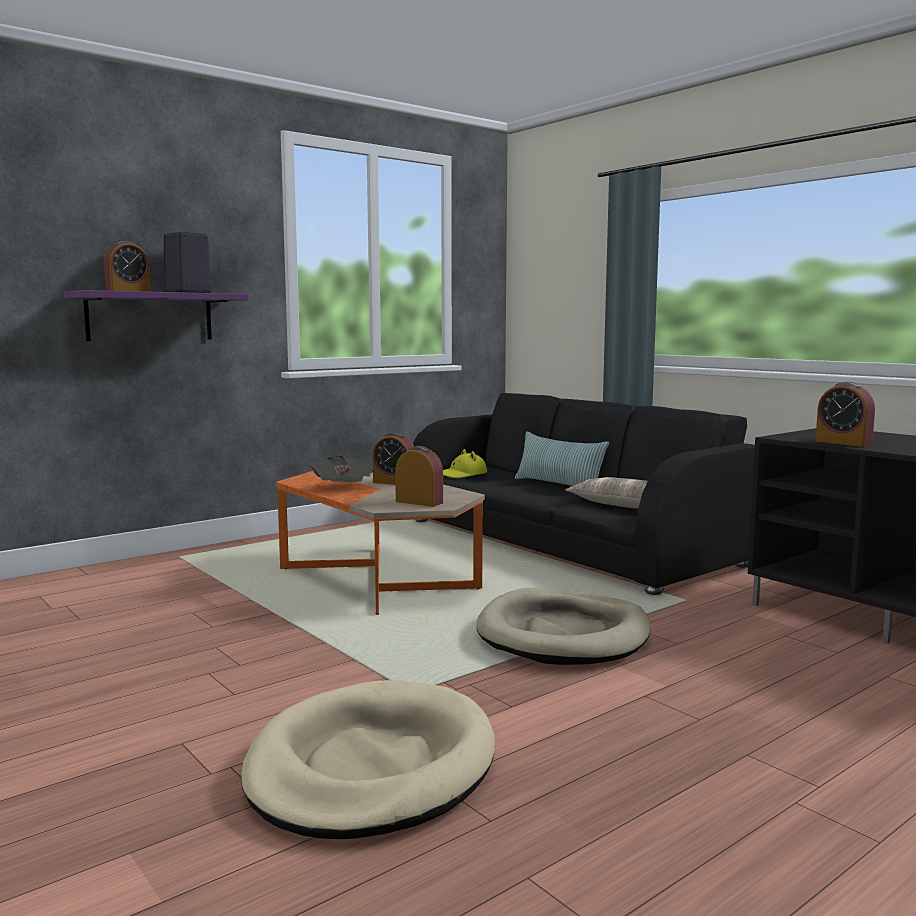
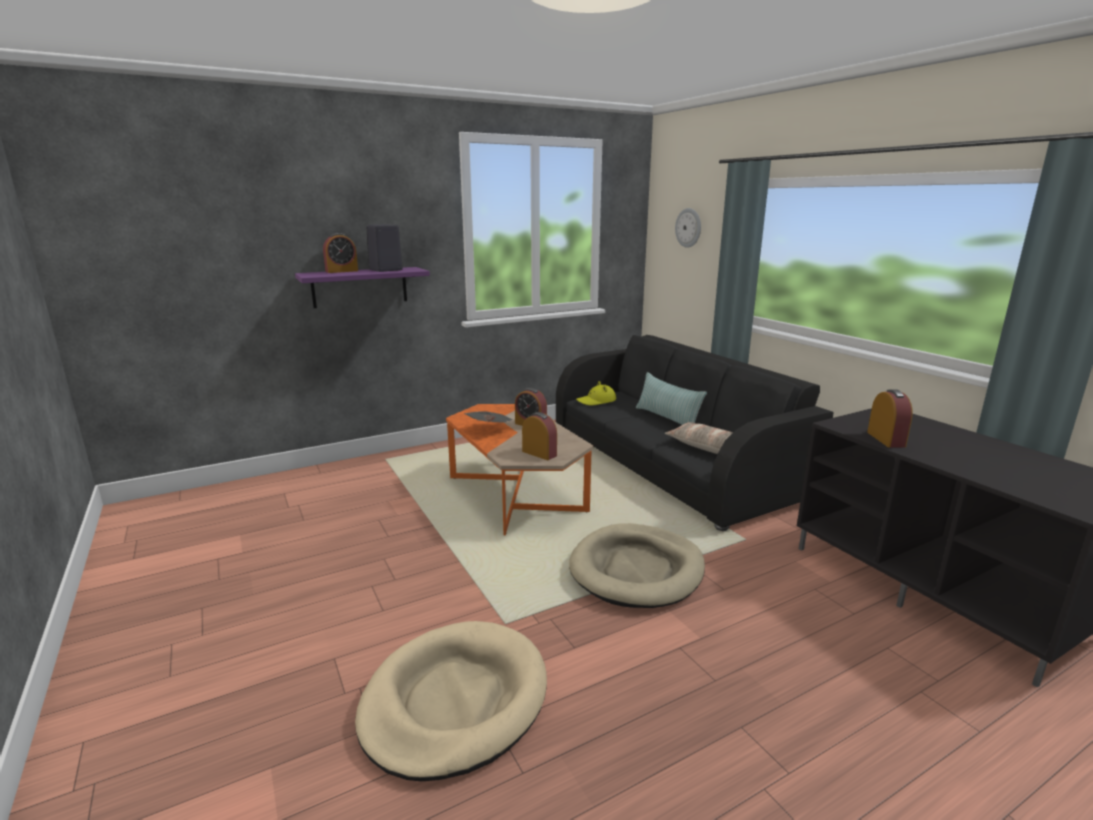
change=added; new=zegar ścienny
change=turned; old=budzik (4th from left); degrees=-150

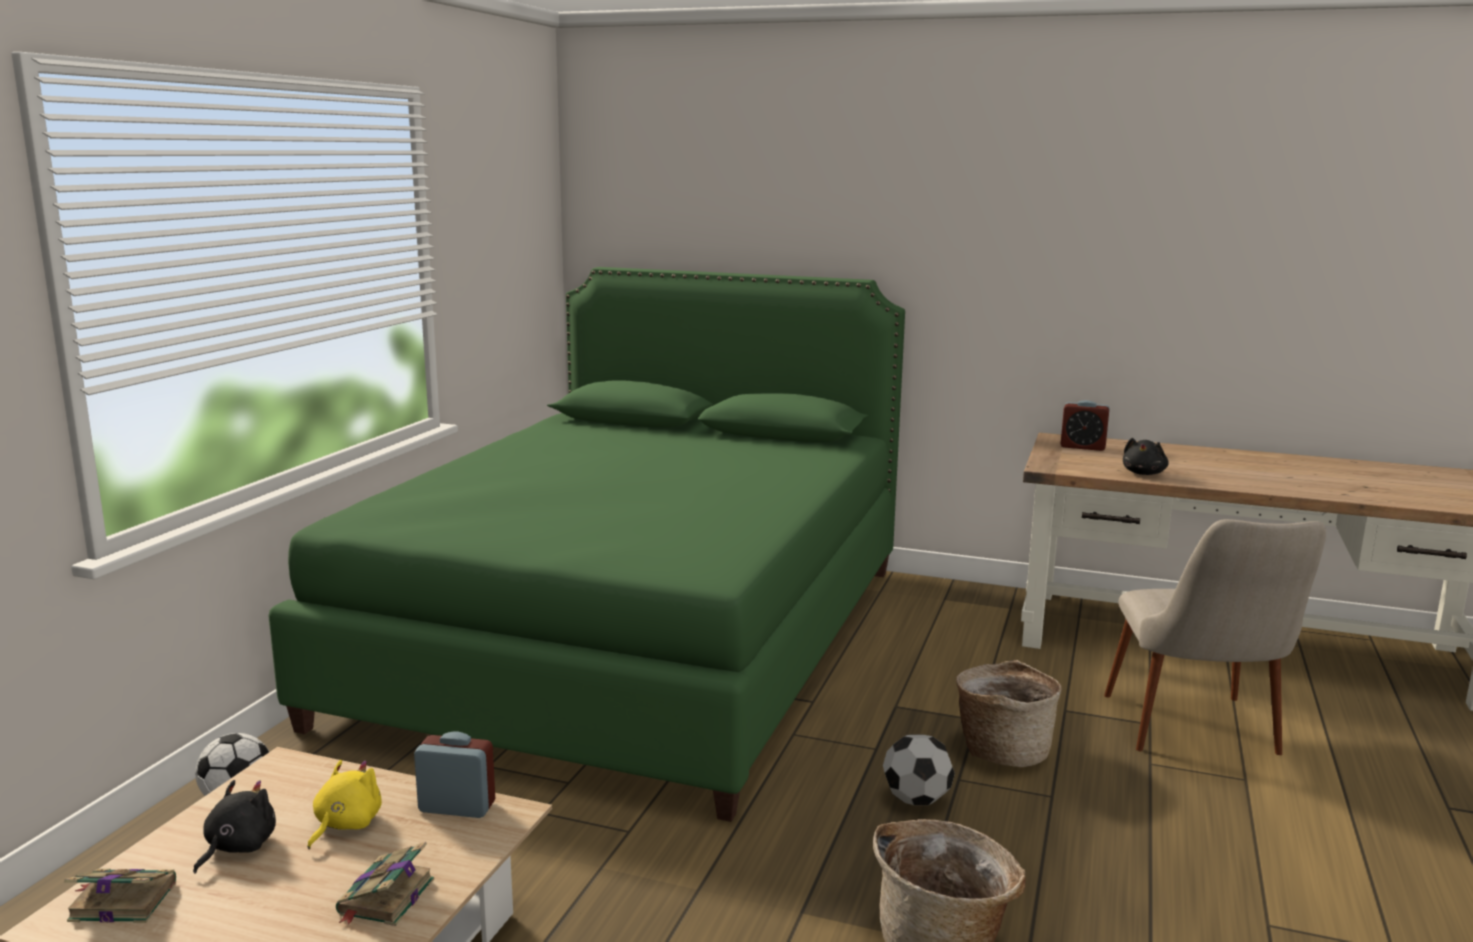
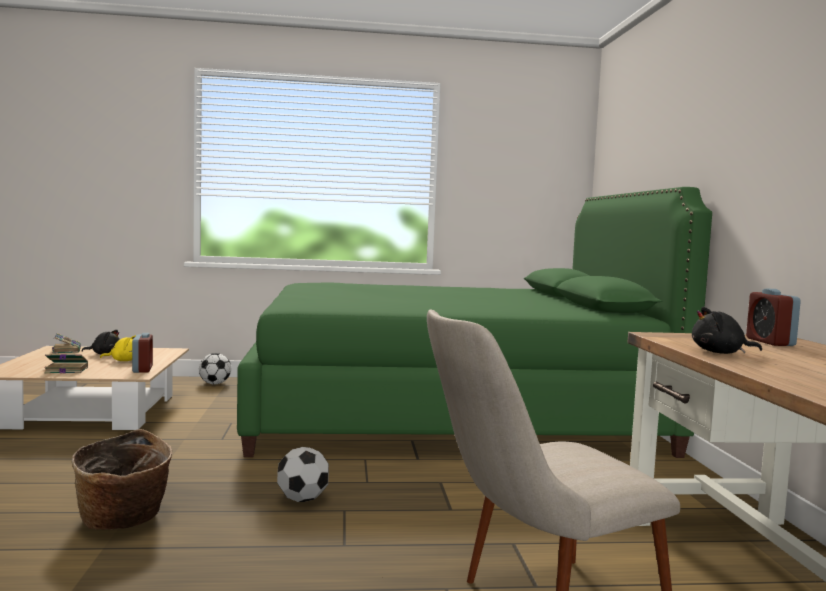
change=removed; old=koszyk (2nd from left)

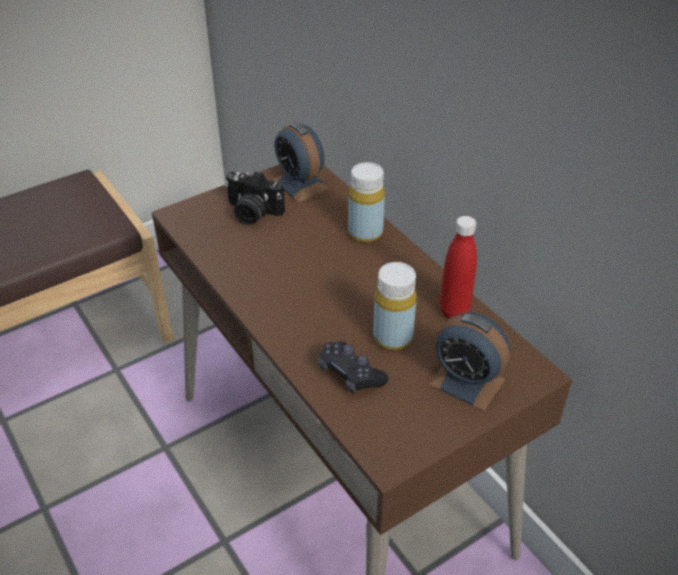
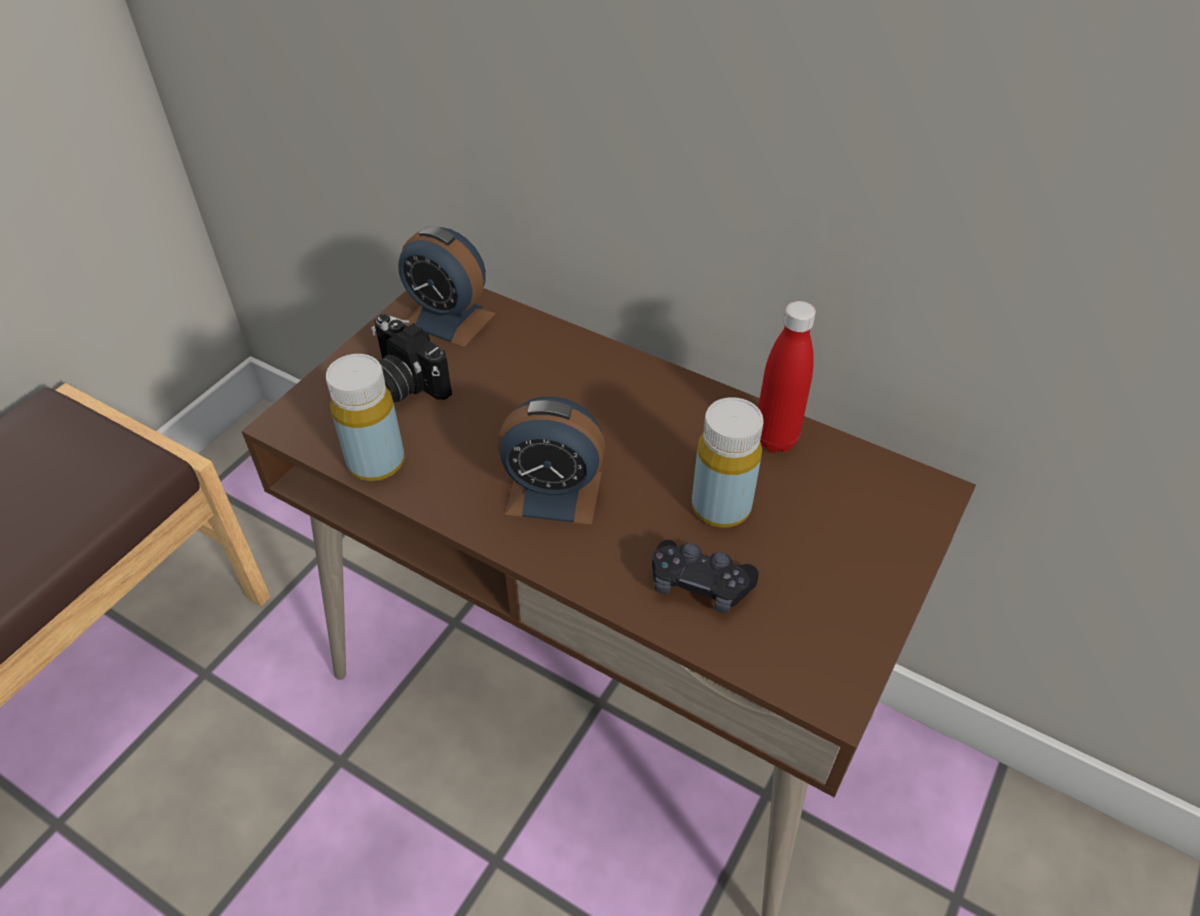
change=moved; old=butelka (żółty) (1st from left)
change=turned; old=aparat fotograficzny; degrees=45
change=moved; old=budzik (2nd from left)

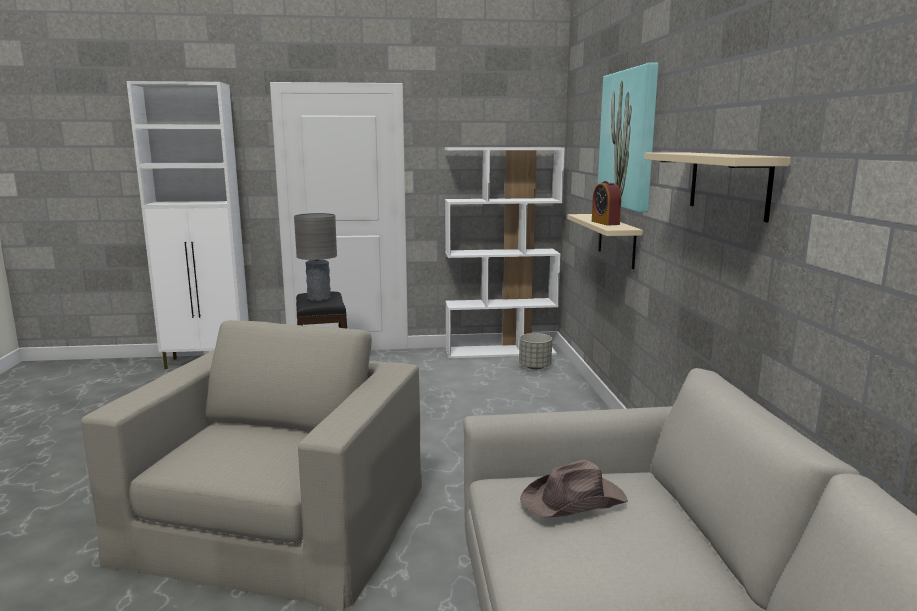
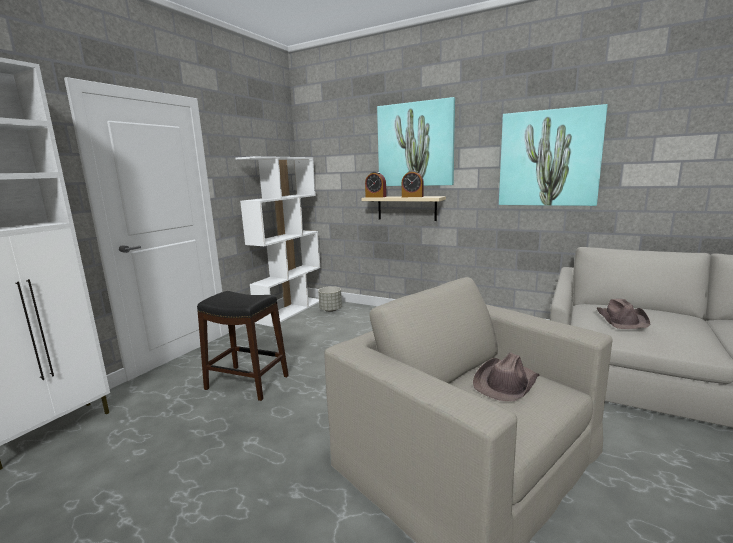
change=added; new=budzik (1st from left)
change=added; new=kapelusz (brązowy) (1st from left)
change=replaced; old=półka (beżowy) (2nd from left); new=obraz (2nd from left)
change=removed; old=lampa stołowa (szary)

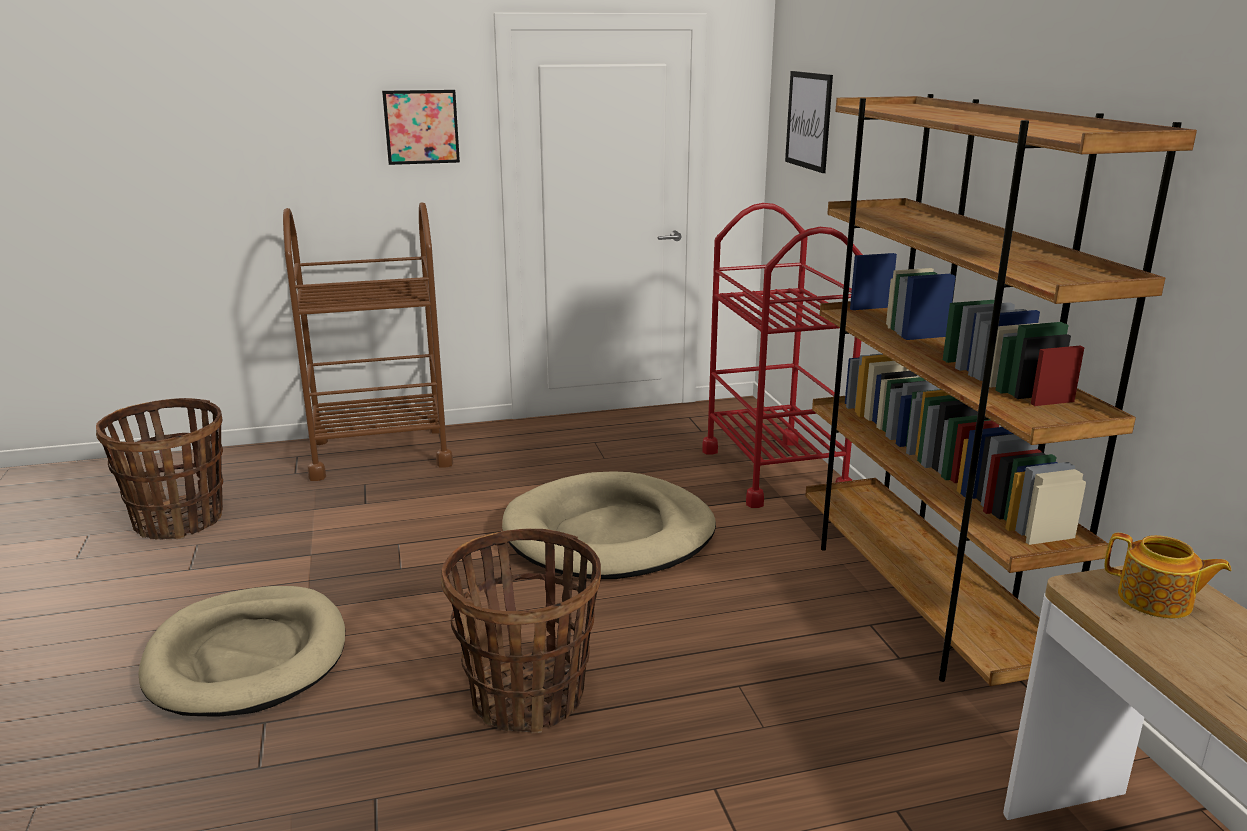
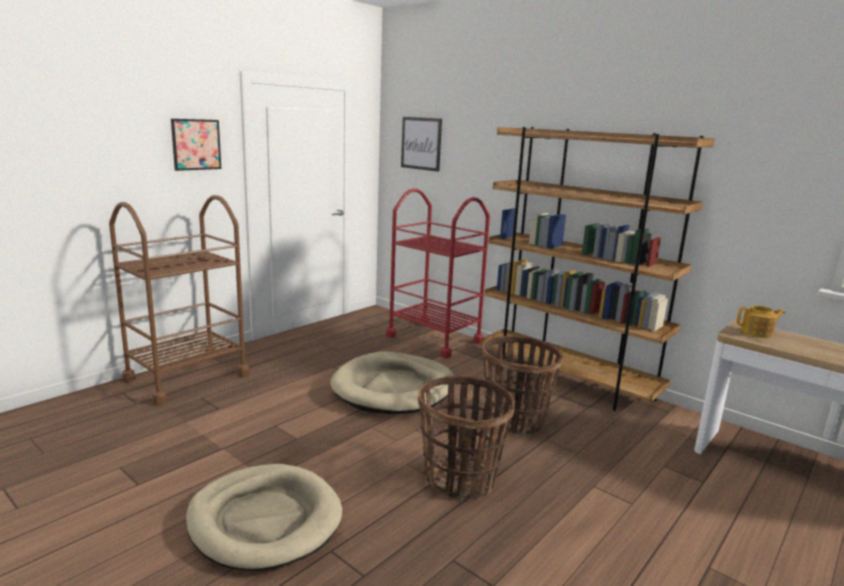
change=moved; old=koszyk (1st from left in the first image); new=koszyk (2nd from left)

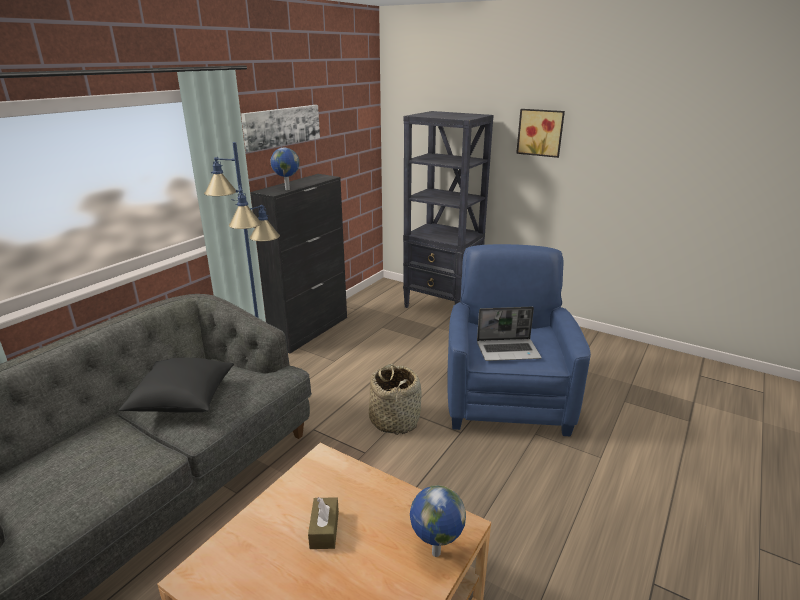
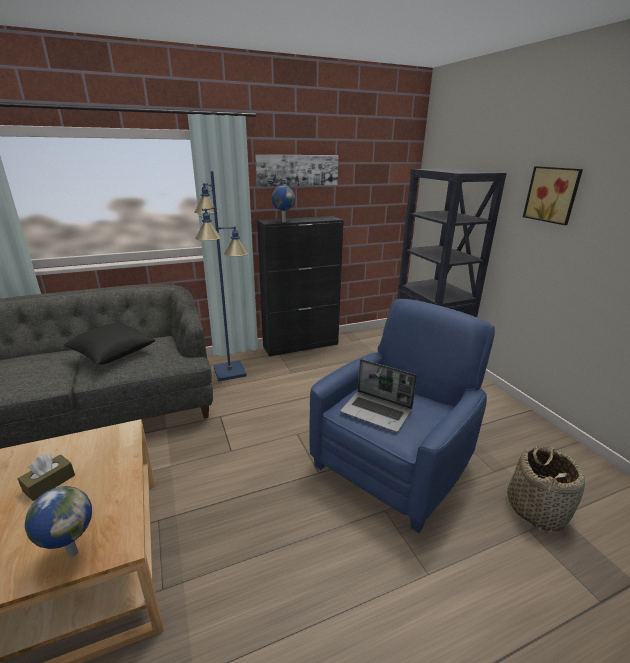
change=moved; old=koszyk

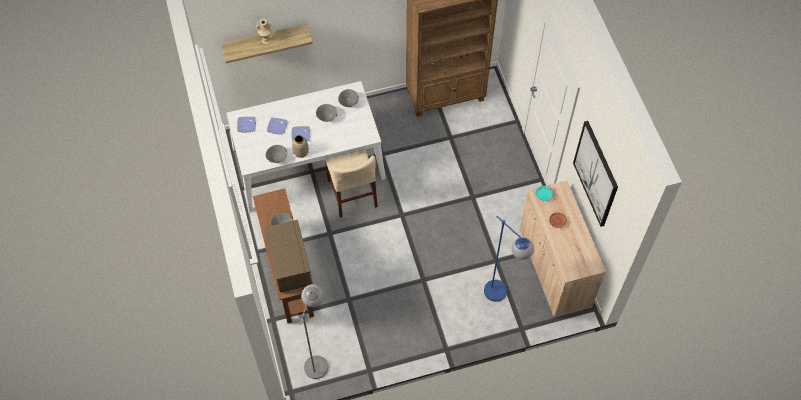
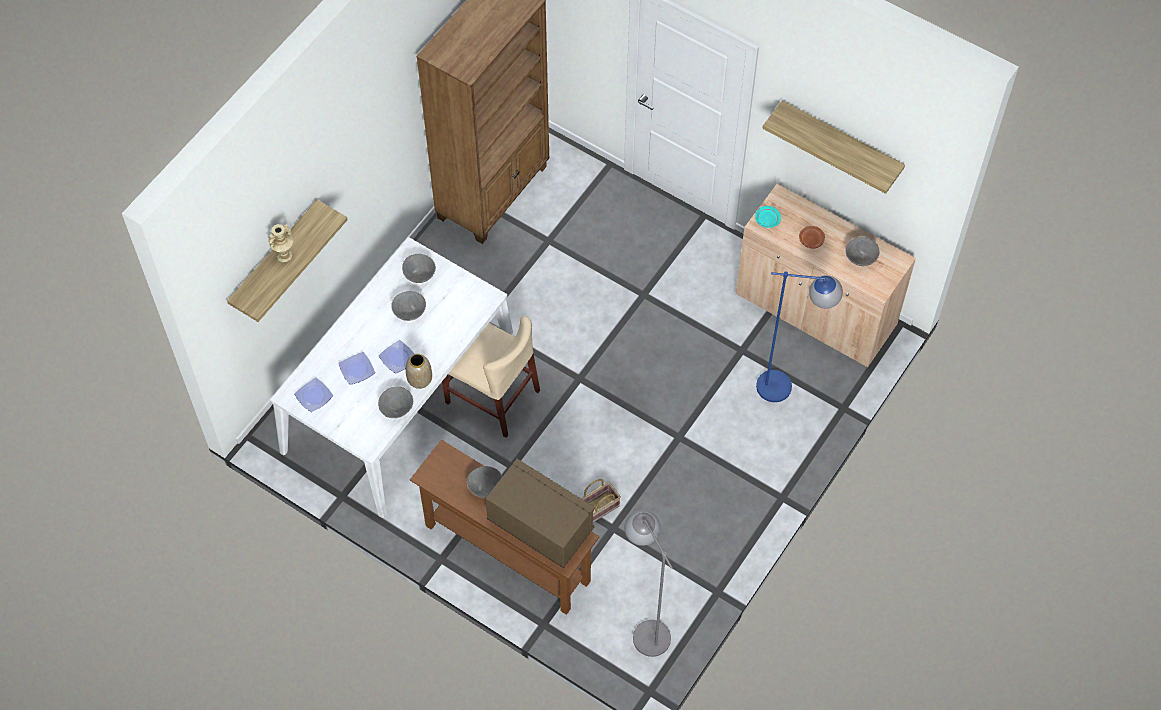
change=added; new=koszyk
change=replaced; old=obraz; new=półka (2nd from left)
change=added; new=miska (szary) (5th from left)

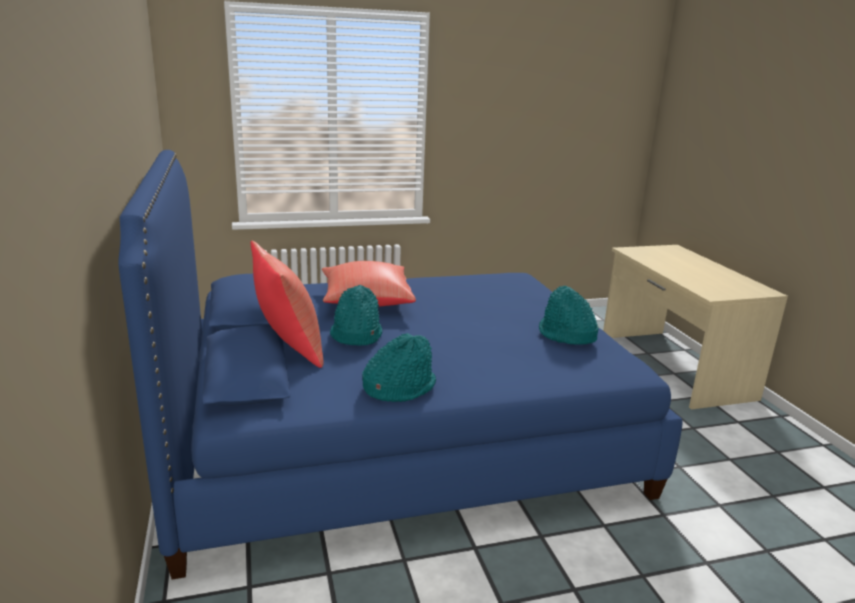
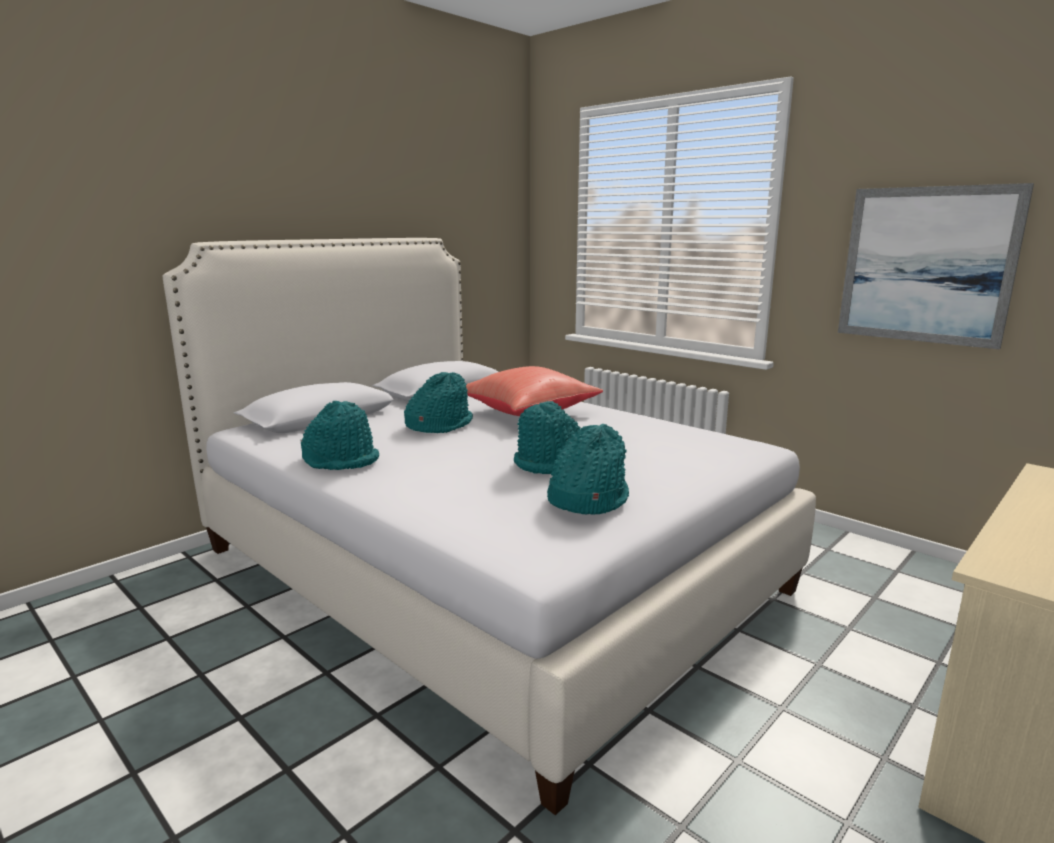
change=recoloured; old=łóżko (niebieski); new=łóżko (biały)
change=added; new=kapelusz (turkusowy) (3rd from left)
change=added; new=obraz
change=removed; old=poduszka (czerwony) (1st from left)

